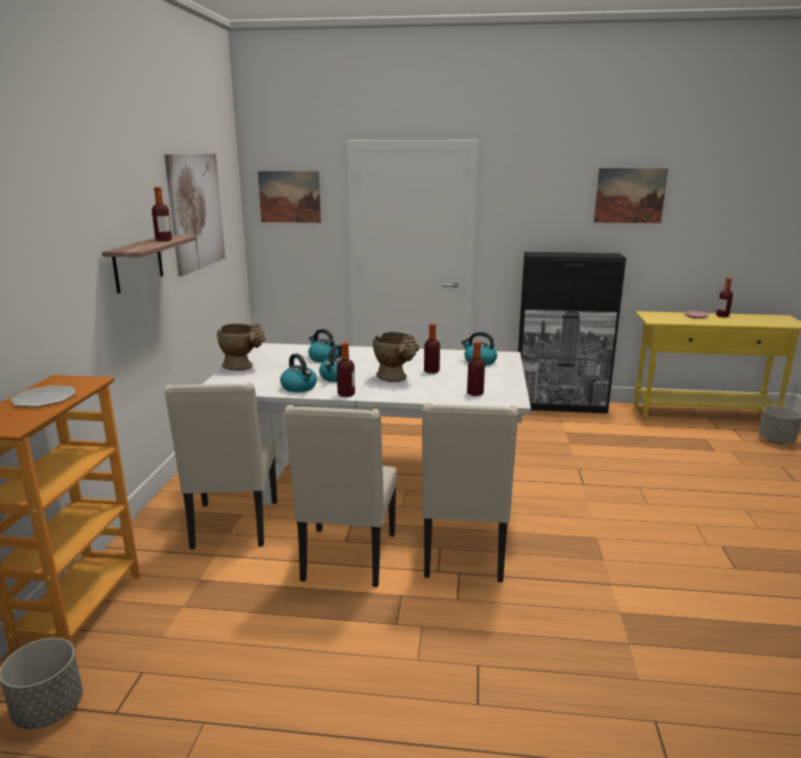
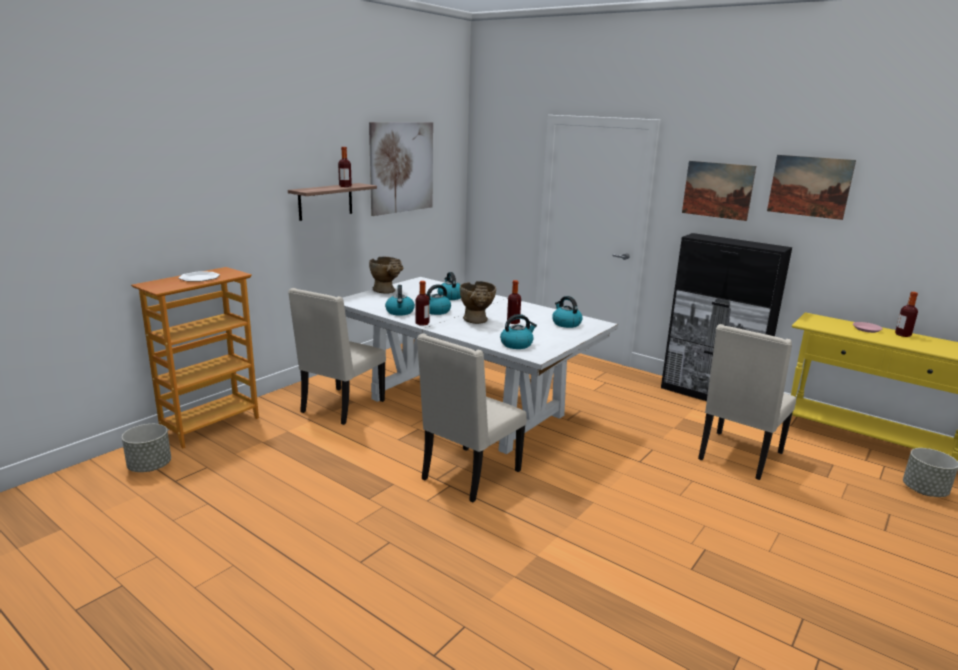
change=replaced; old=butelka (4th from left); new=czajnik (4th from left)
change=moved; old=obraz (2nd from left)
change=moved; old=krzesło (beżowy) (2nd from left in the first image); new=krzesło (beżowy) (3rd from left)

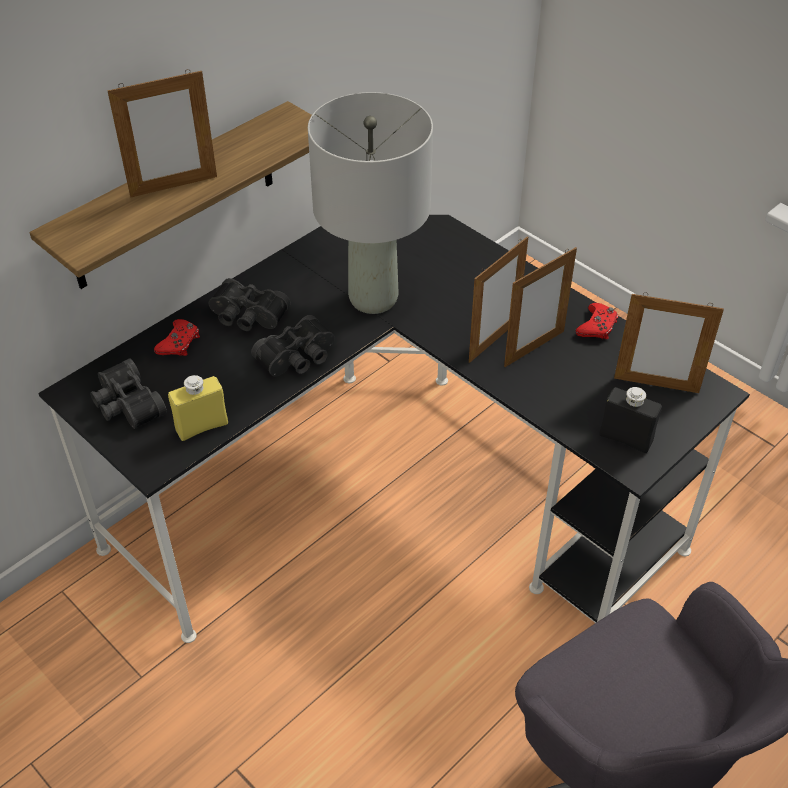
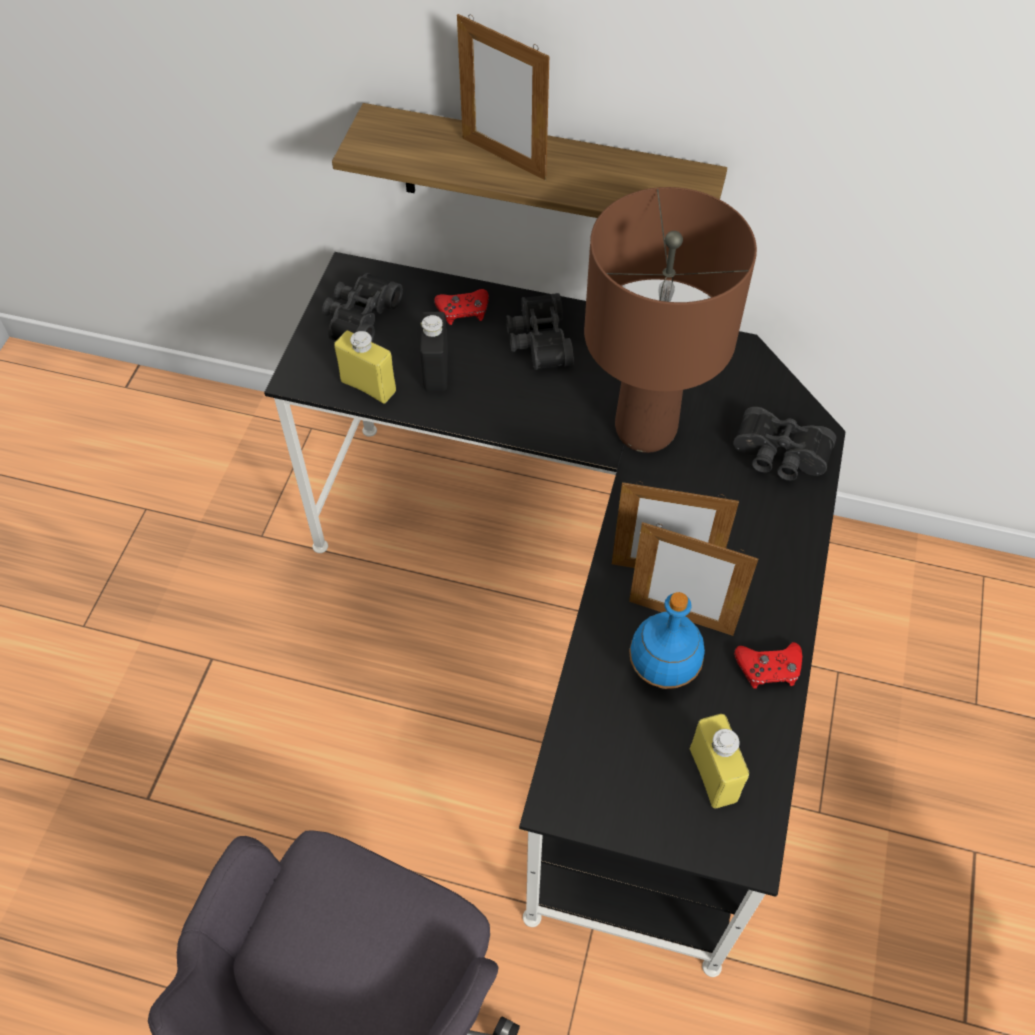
change=moved; old=butelka (czarny)
change=recoloured; old=lampa stołowa (szary); new=lampa stołowa (brązowy)
change=added; new=butelka (niebieski)
change=replaced; old=ramka na zdjęcie (4th from left); new=butelka (żółty) (2nd from left)
change=moved; old=lornetka (czarny) (3rd from left)

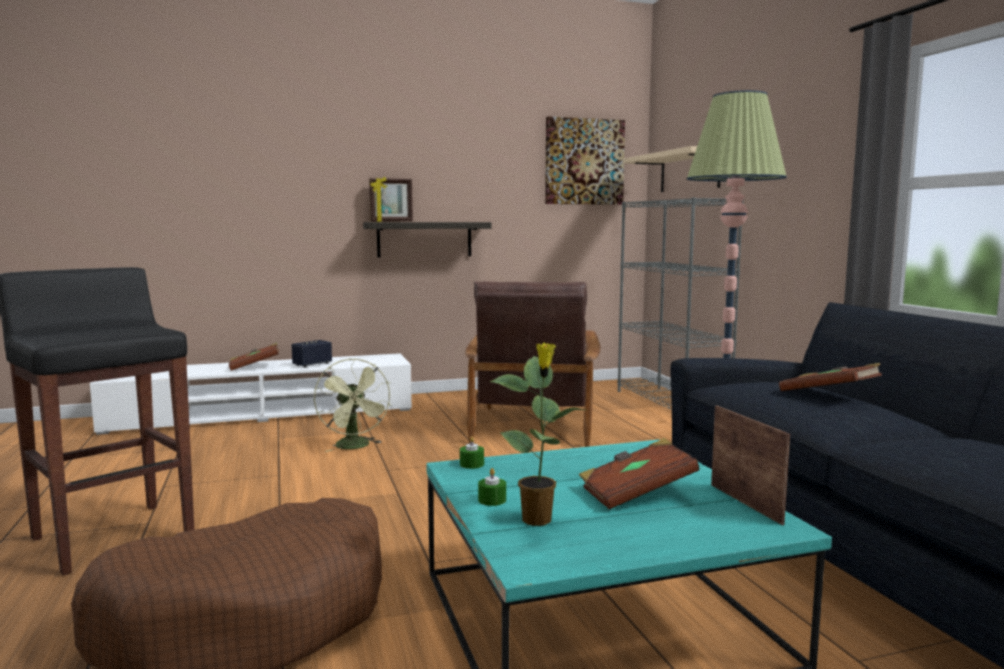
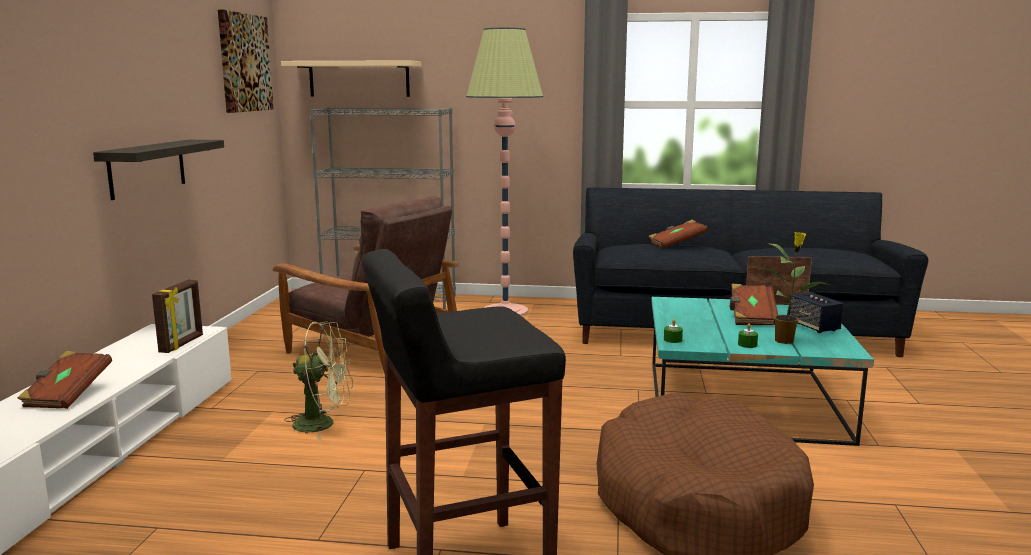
change=moved; old=ramka na zdjęcie (1st from left)
change=moved; old=głośnik

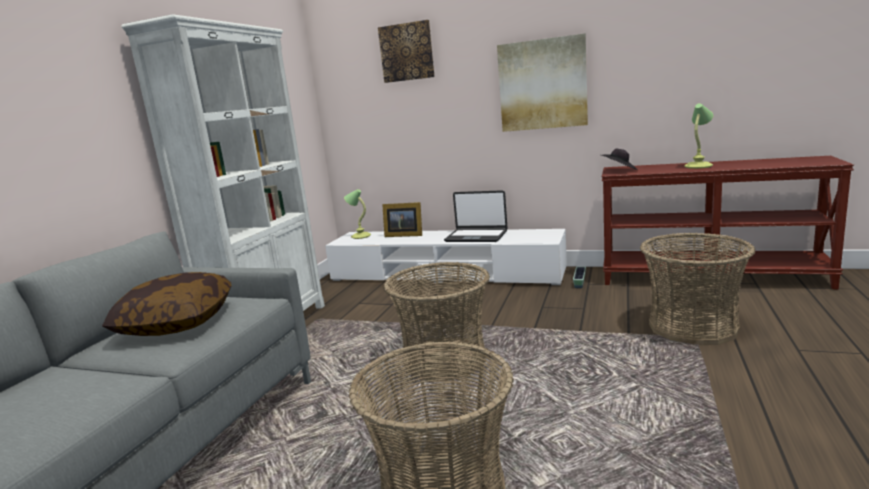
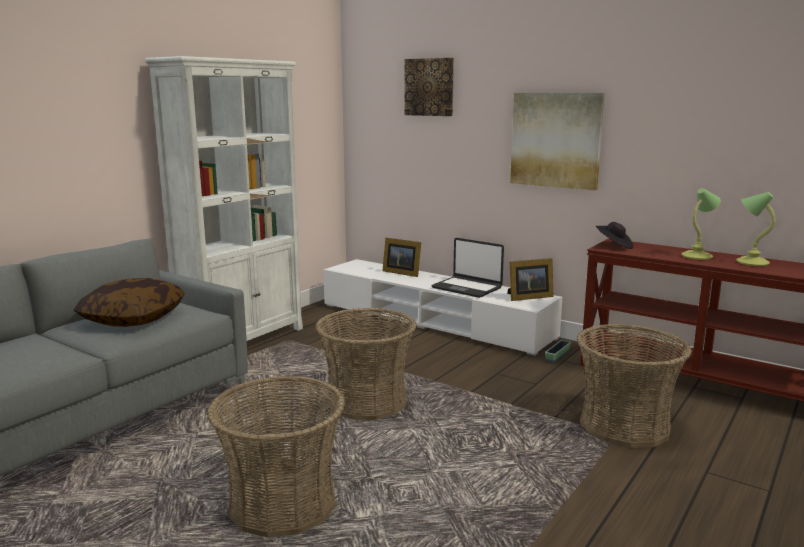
change=added; new=ramka na zdjęcie (2nd from left)
change=moved; old=lampa stołowa (1st from left in the first image); new=lampa stołowa (2nd from left)

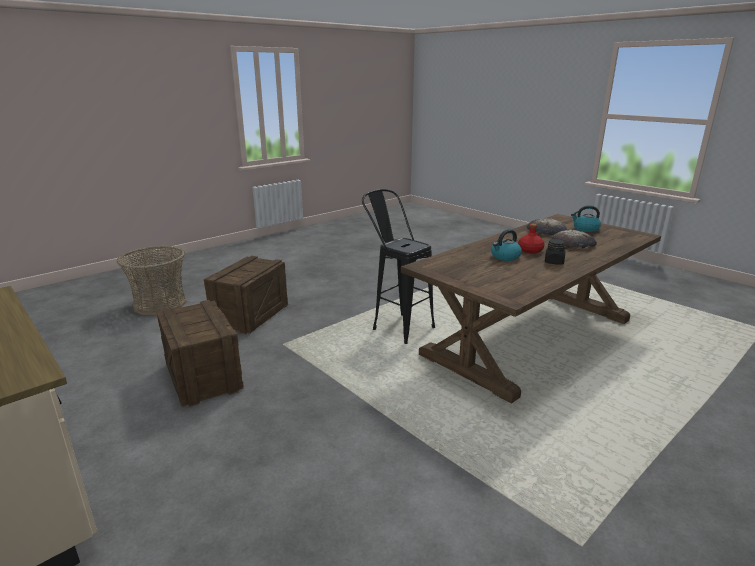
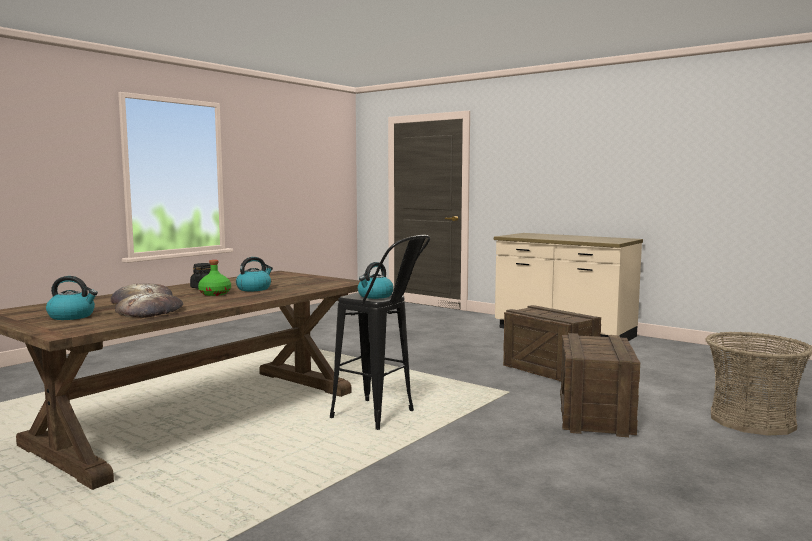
change=recoloured; old=butelka (czerwony); new=butelka (zielony)
change=added; new=czajnik (3rd from left)

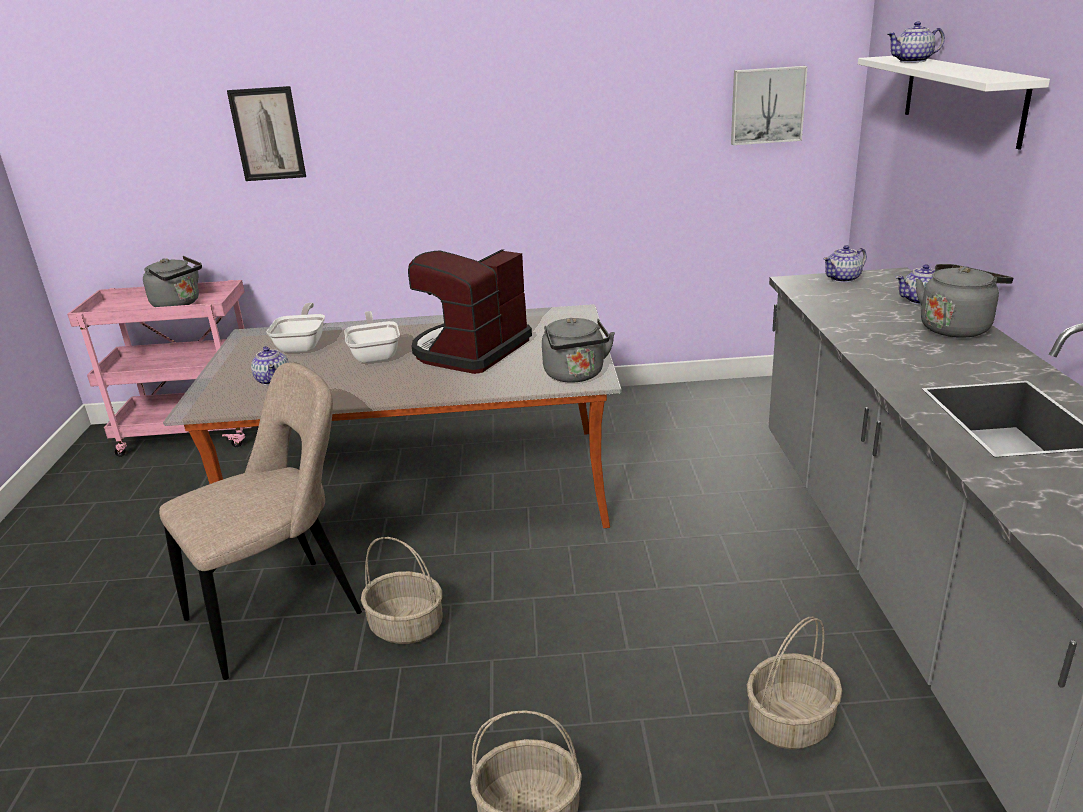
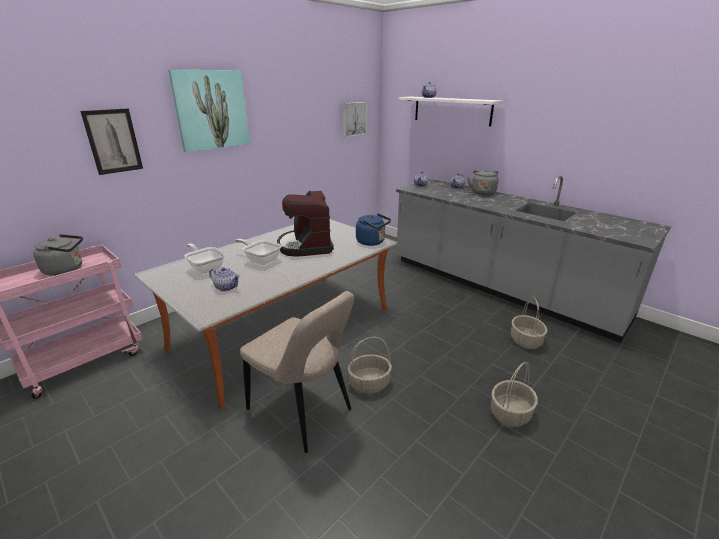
change=added; new=obraz (2nd from left)
change=turned; old=krzesło (beżowy); degrees=120
change=recoloured; old=czajnik (szary) (2nd from left); new=czajnik (niebieski)

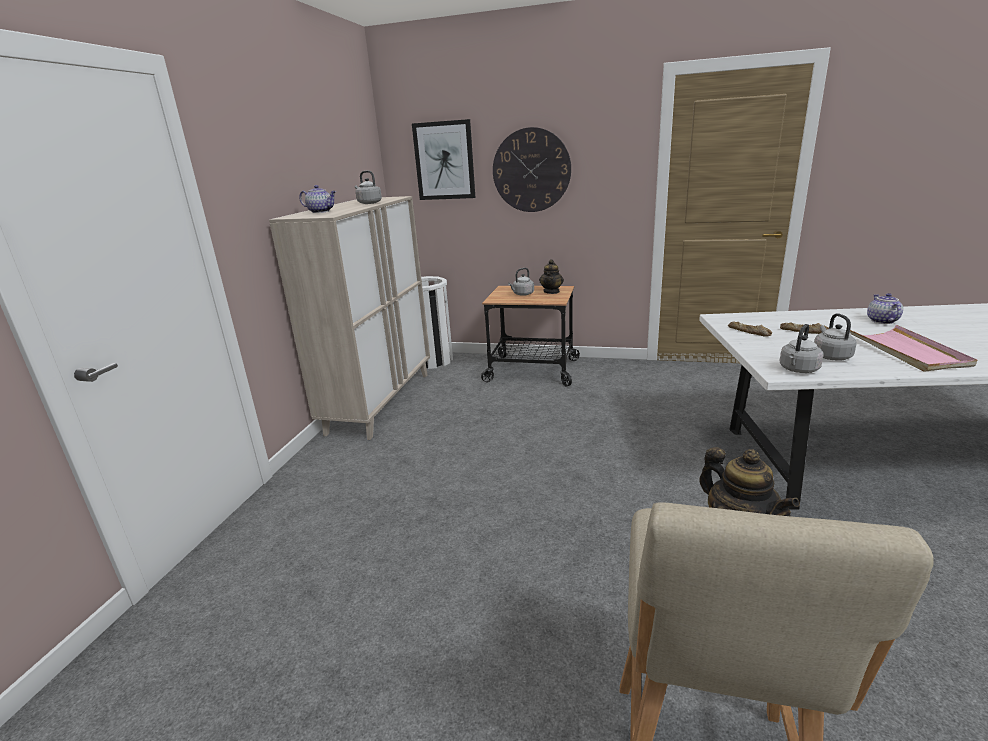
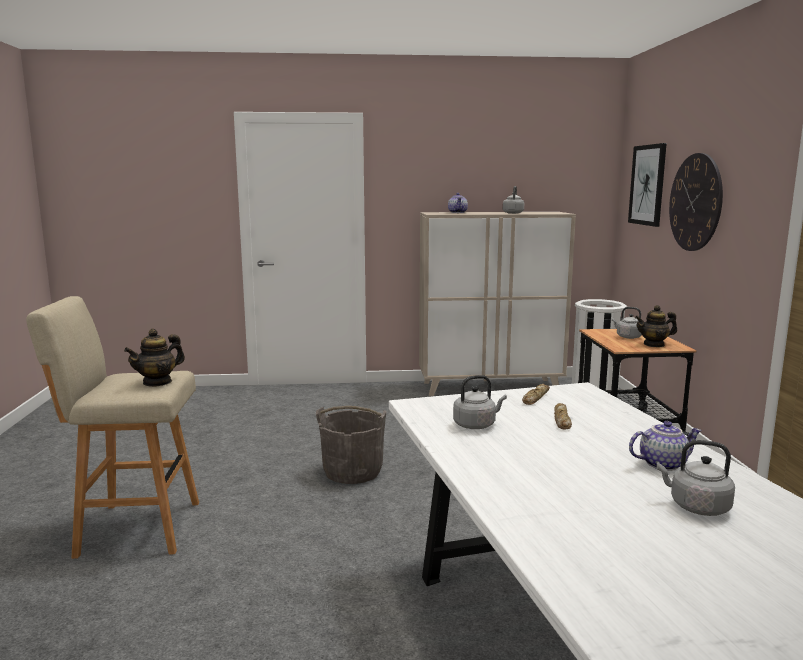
change=added; new=wiadro (szary)
change=moved; old=czajnik (szary) (3rd from left in the first image); new=czajnik (szary) (4th from left)
change=removed; old=taca (różowy)

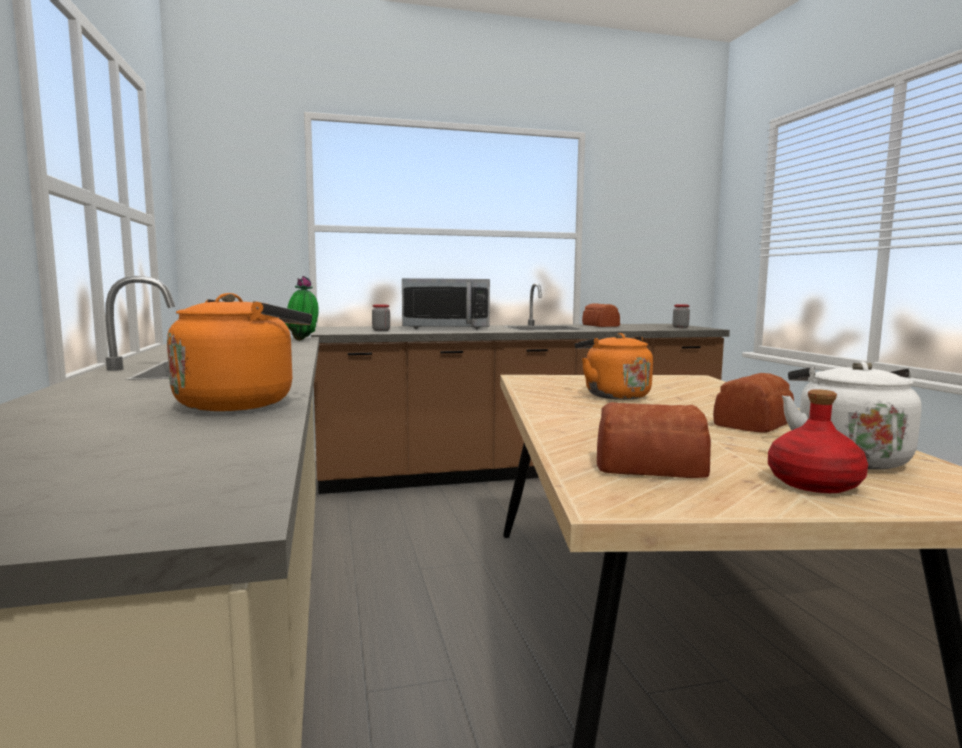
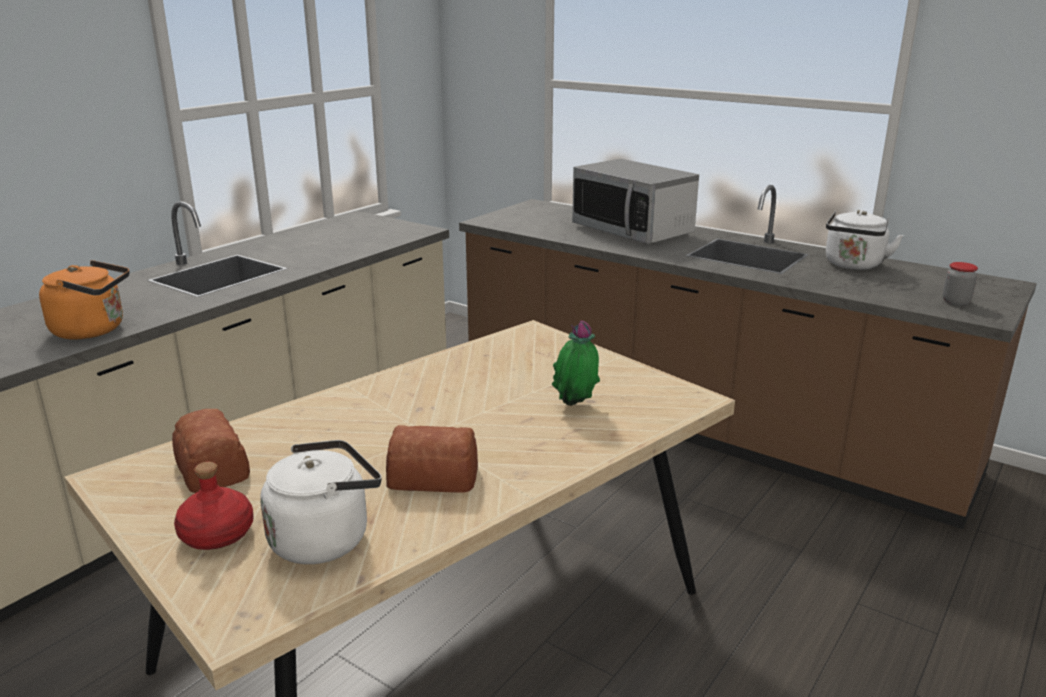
change=moved; old=roślina doniczkowa
change=replaced; old=chleb (1st from left); new=czajnik (biały) (2nd from left)
change=removed; old=słoik (1st from left)
change=removed; old=czajnik (pomarańczowy) (2nd from left)

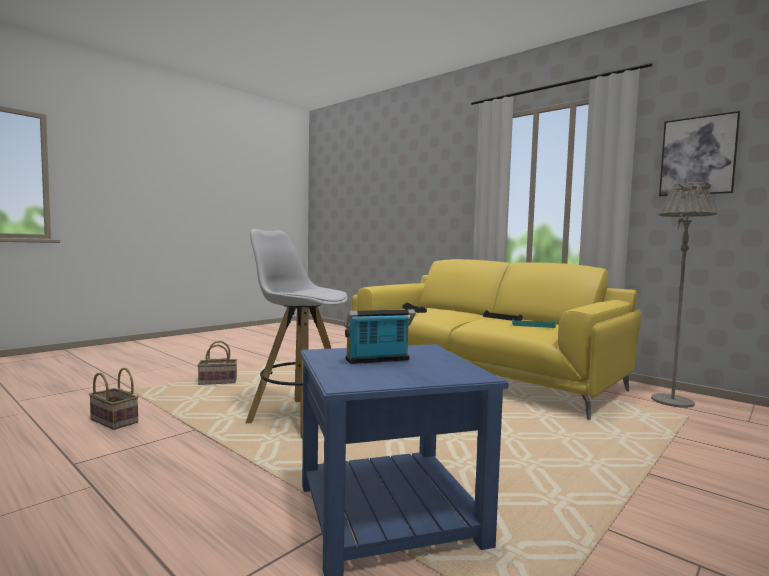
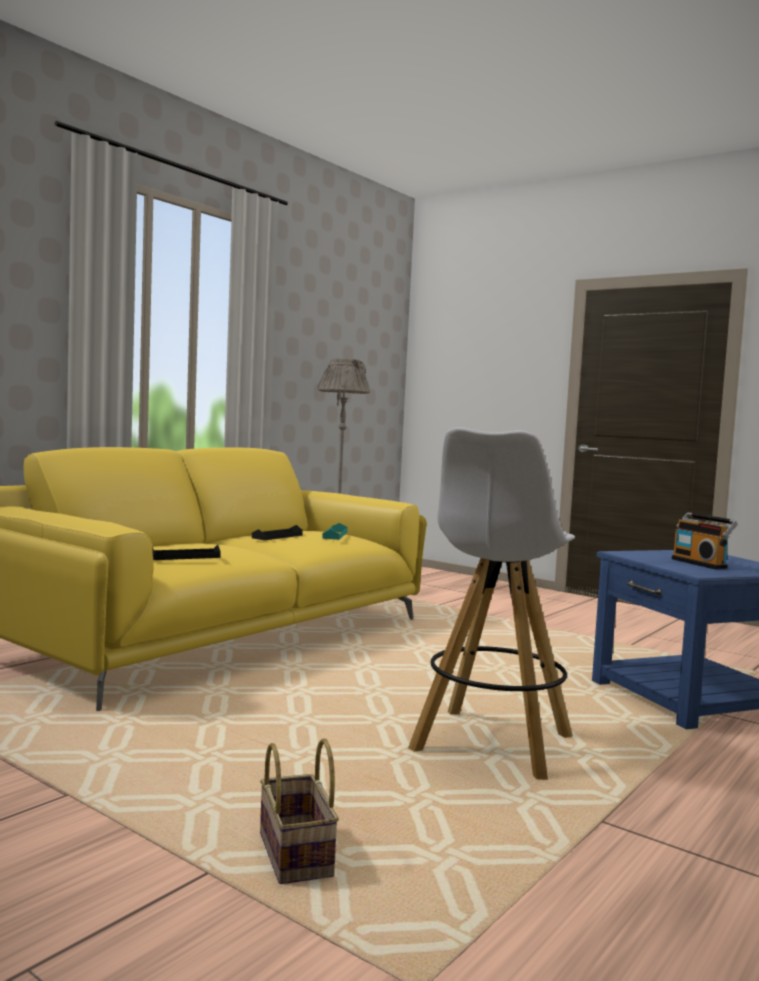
change=removed; old=koszyk (1st from left)
change=removed; old=obraz

